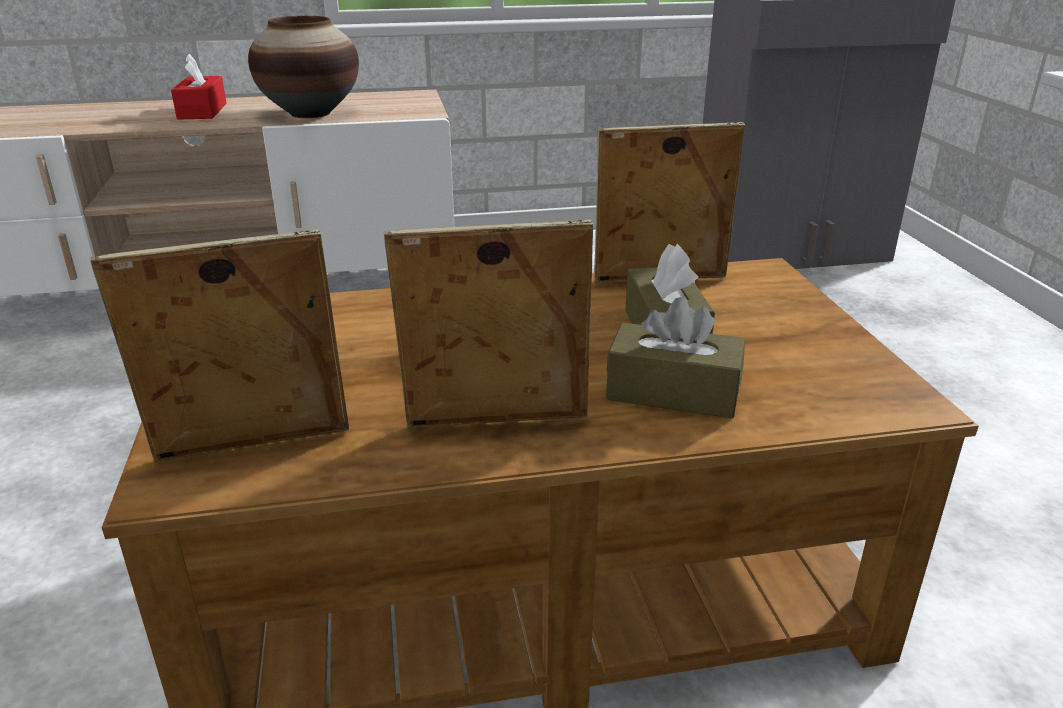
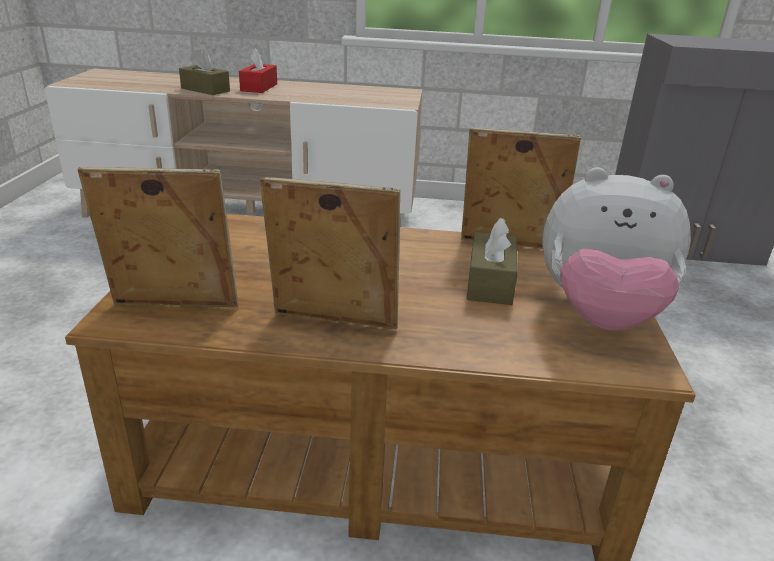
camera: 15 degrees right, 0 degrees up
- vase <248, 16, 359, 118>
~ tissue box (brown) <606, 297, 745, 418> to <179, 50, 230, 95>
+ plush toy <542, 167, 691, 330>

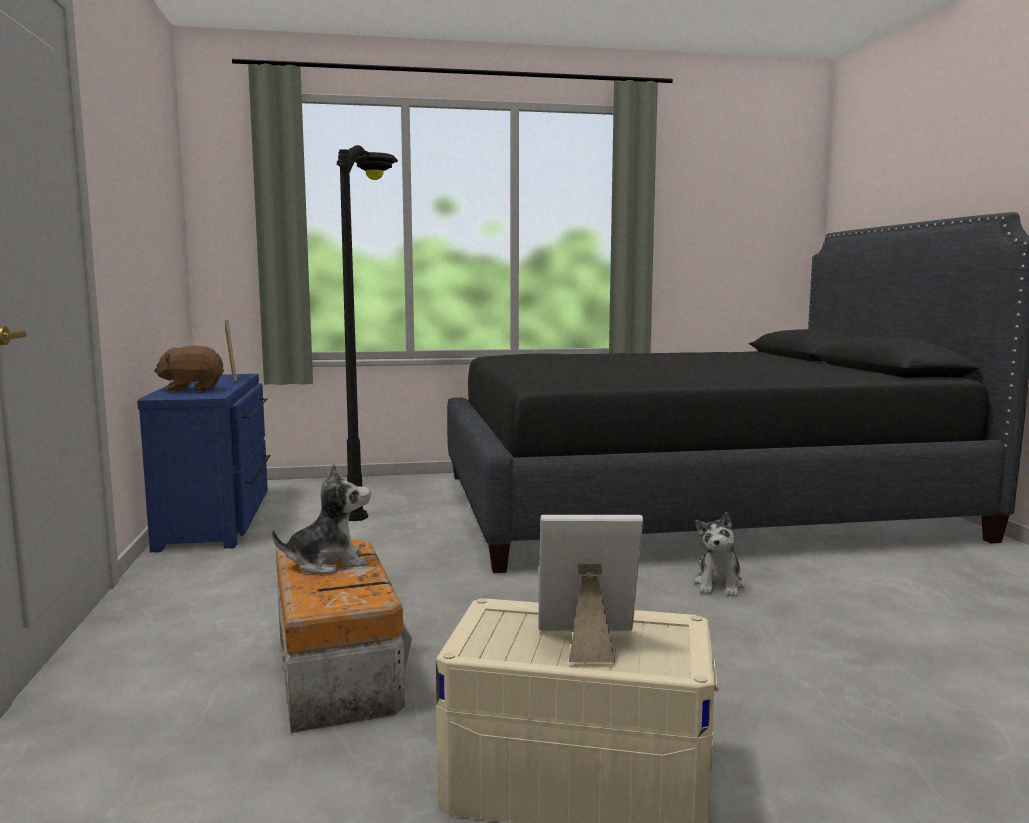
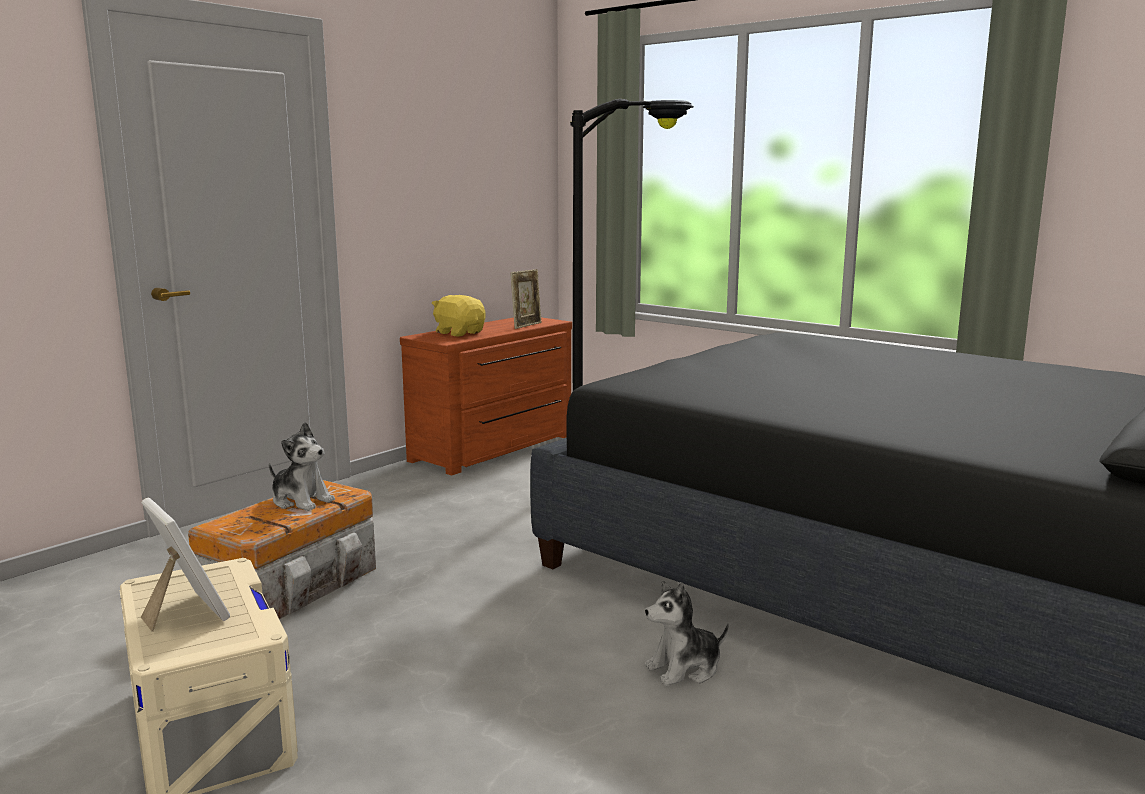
camera: 50 degrees right, 5 degrees up
~ dresser (blue) <137, 374, 270, 552> to dresser (brown) <400, 317, 572, 475>
~ plush toy (brown) <154, 346, 224, 392> to plush toy (yellow) <432, 295, 486, 336>

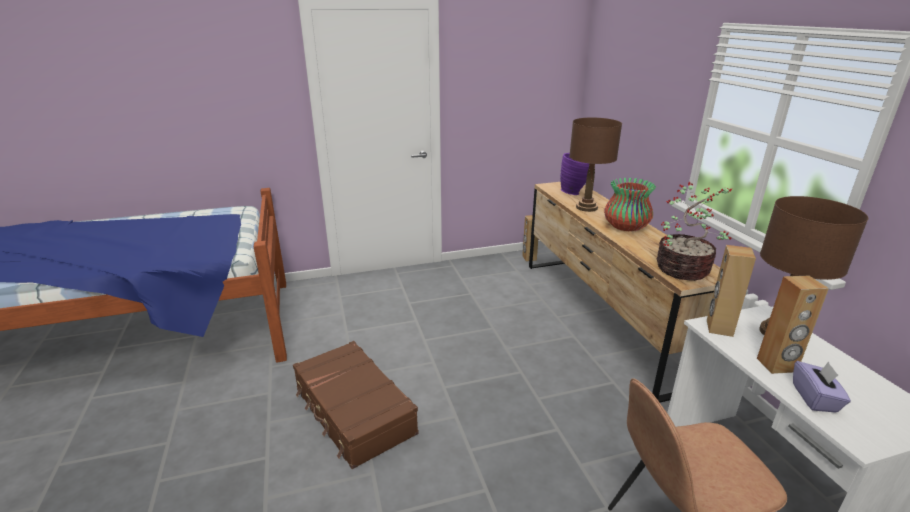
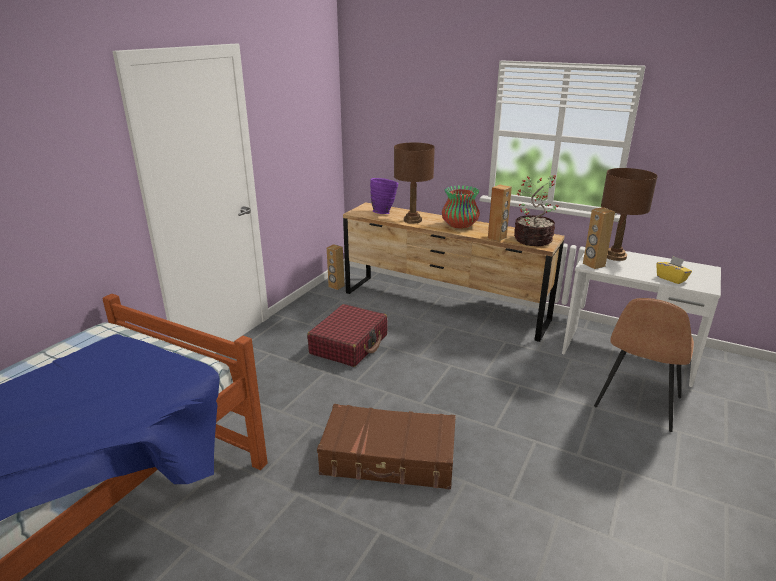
camera: 45 degrees left, 0 degrees up
~ speaker (brown) <757, 275, 829, 374> to <488, 184, 512, 241>
~ tissue box (purple) <793, 361, 851, 413> to tissue box (yellow) <657, 256, 692, 284>
+ suitcase (red) <307, 304, 387, 367>

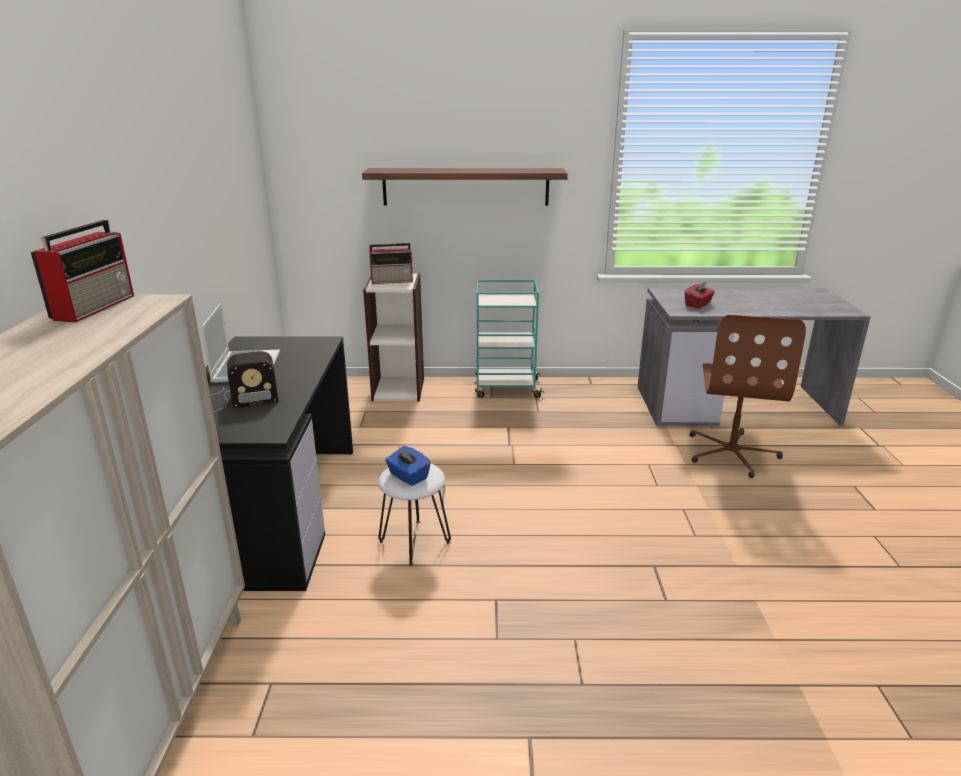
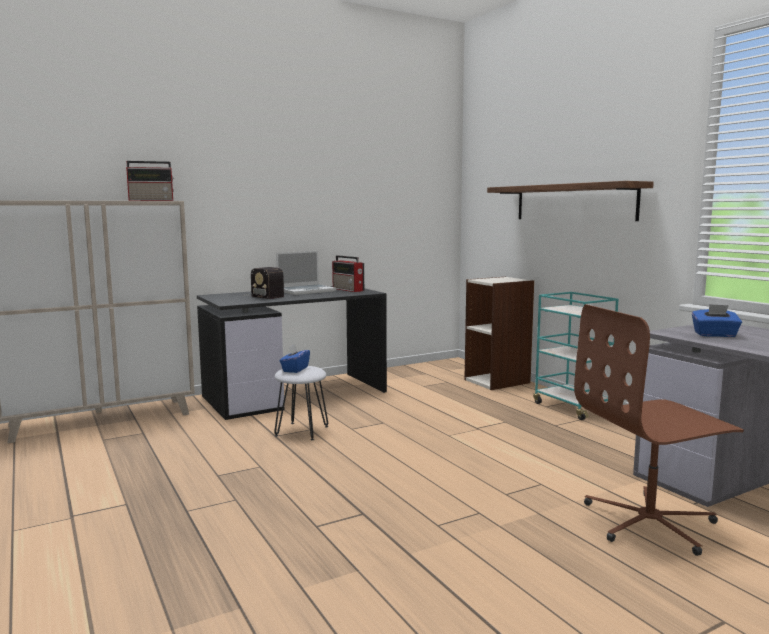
camera: 60 degrees right, 15 degrees down
~ radio <369, 243, 414, 284> to <332, 255, 364, 292>
~ tissue box (red) <685, 281, 715, 308> to tissue box (blue) <692, 304, 742, 337>

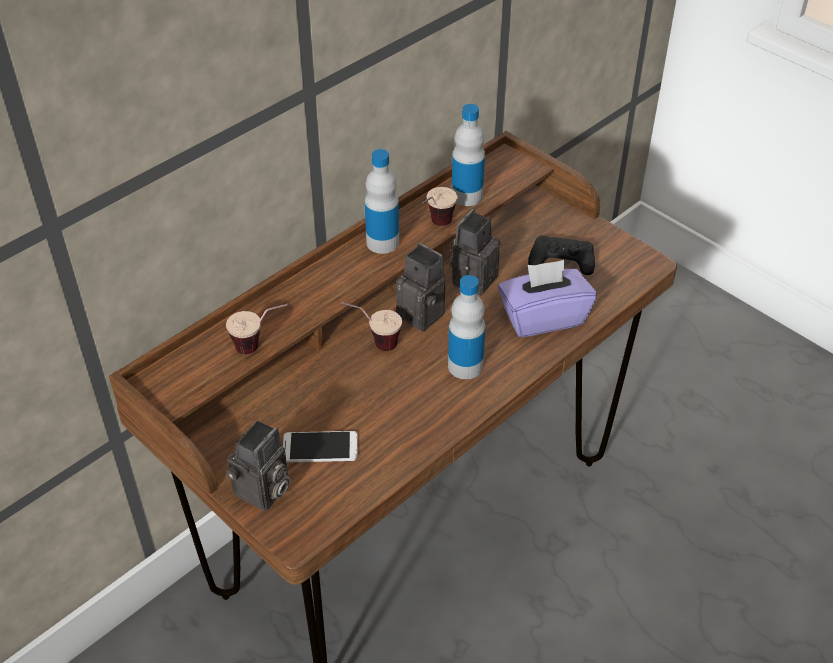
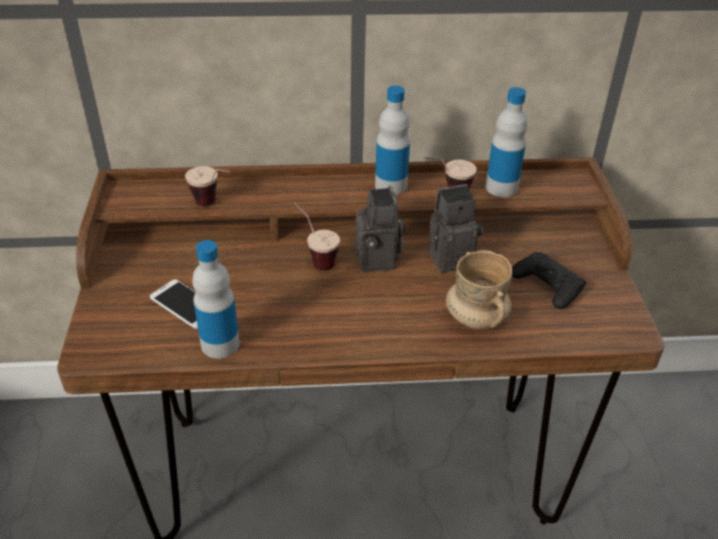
camera: 40 degrees right, 5 degrees down
- photo camera <226, 420, 290, 511>
~ bottle <448, 275, 485, 379> to <192, 240, 240, 359>
~ tissue box (purple) <498, 260, 597, 337> to mug (beige) <446, 250, 512, 329>

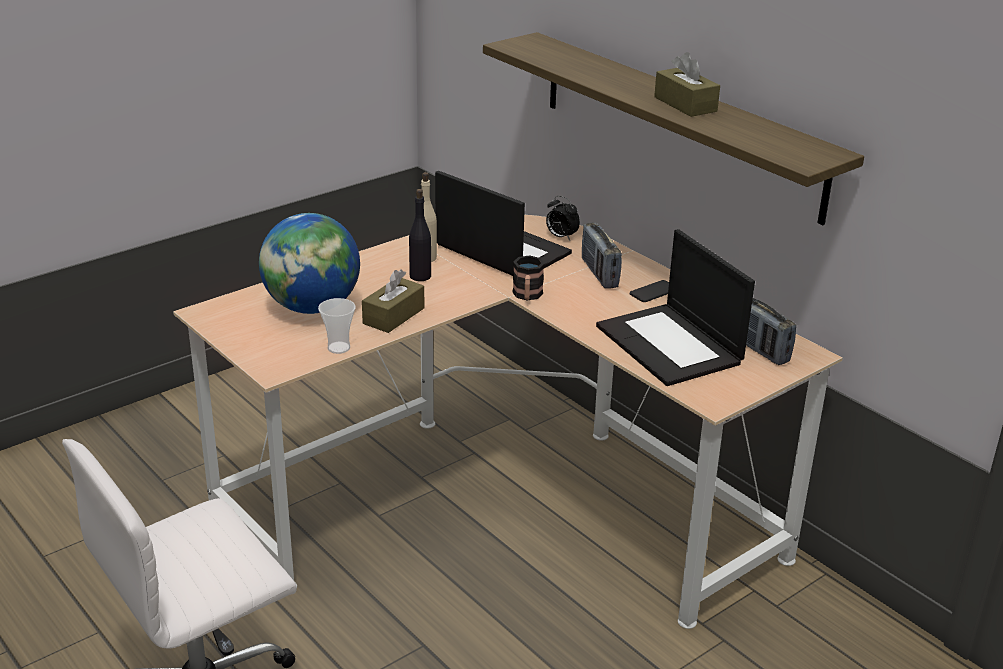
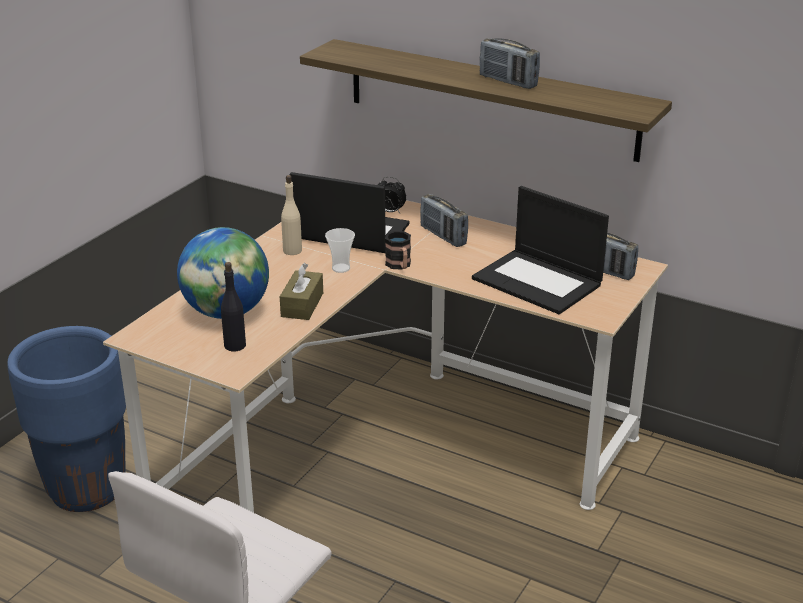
camera: 20 degrees left, 0 degrees up
~ cup <318, 298, 356, 354> to <325, 228, 355, 273>
~ bottle (black) <409, 189, 431, 281> to <221, 262, 246, 352>
- phone <630, 280, 669, 302>
~ tissue box (brown) <654, 52, 720, 117> to radio <480, 38, 540, 89>
+ planter (blue) <8, 326, 126, 512>

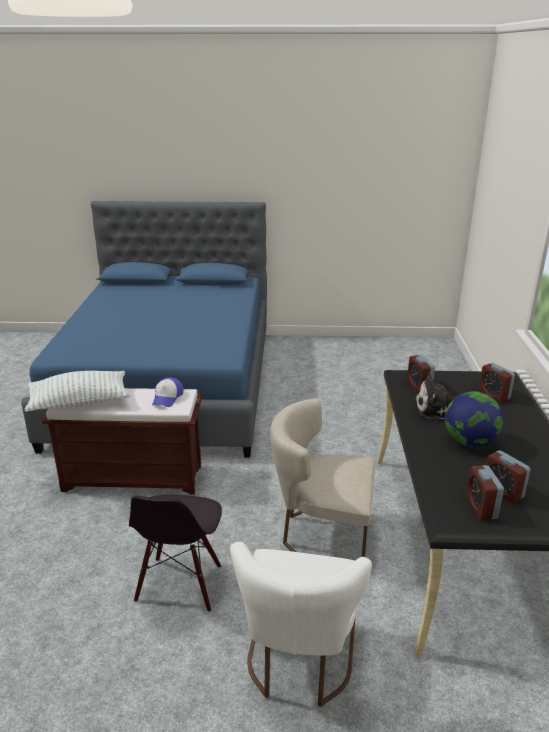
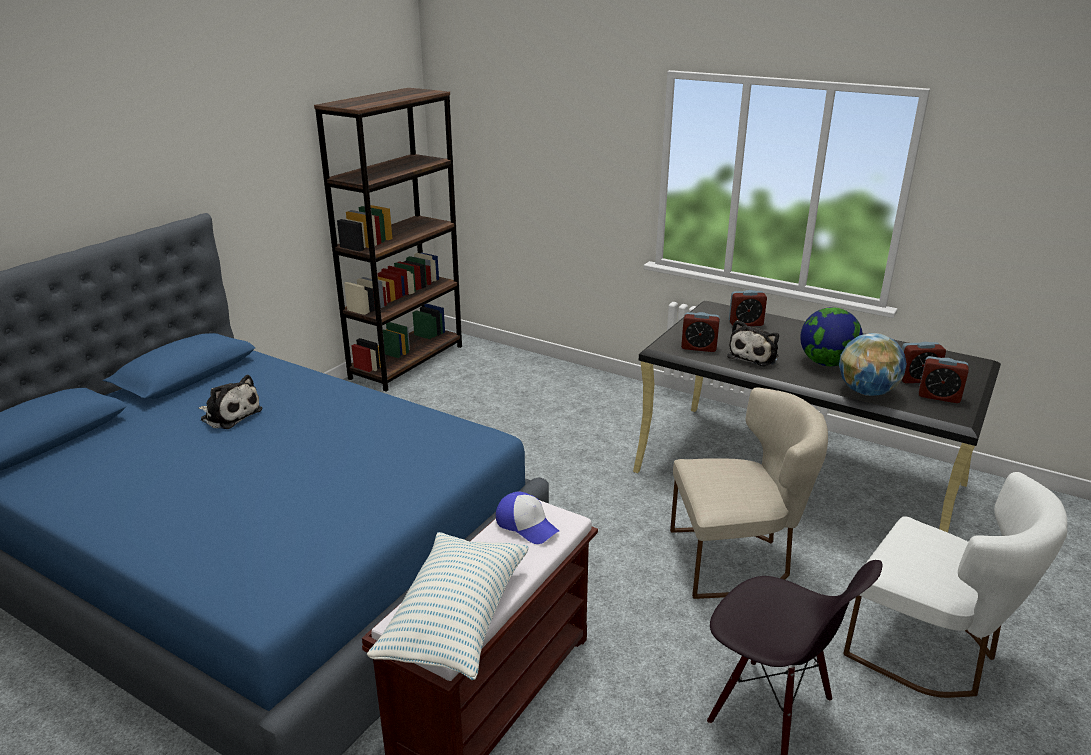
camera: 60 degrees left, 0 degrees up
~ chair (beige) <270, 398, 375, 557> = <670, 387, 828, 599> 135 degrees counterclockwise
+ plush toy <199, 375, 262, 429>
+ bookcase (brown) <314, 88, 462, 391>
+ globe <839, 333, 907, 396>

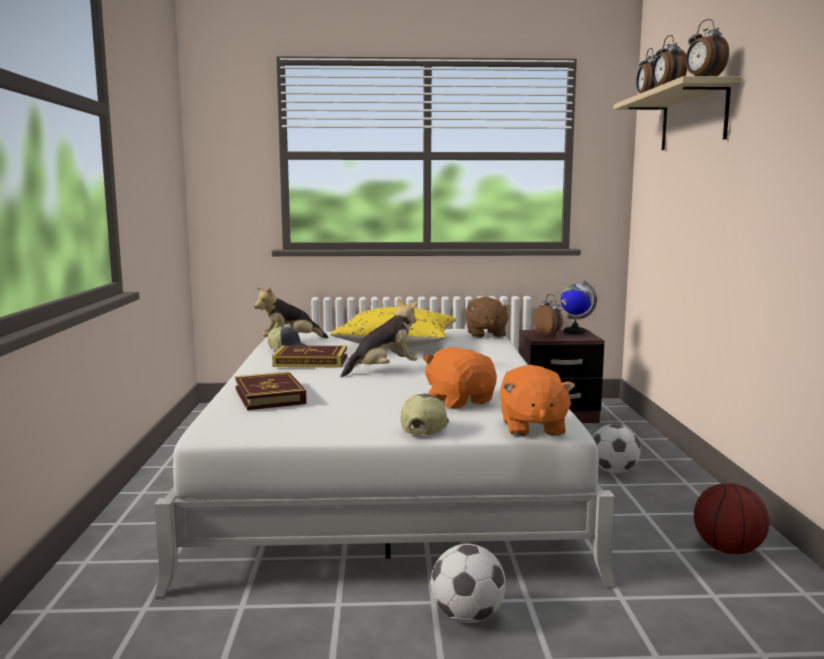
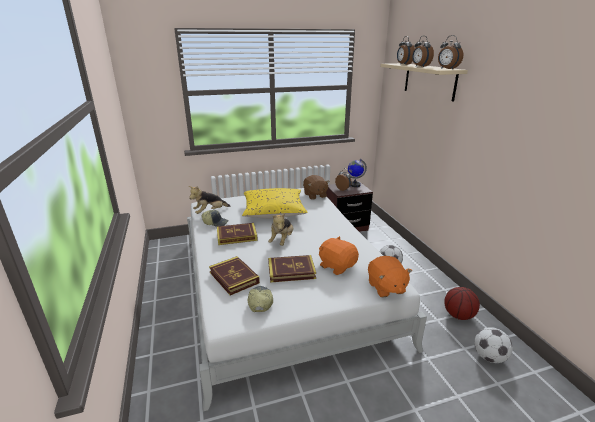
camera: 15 degrees left, 15 degrees up
~ plush toy <341, 298, 418, 377> = <268, 213, 293, 246> 150 degrees clockwise
~ cap <400, 394, 449, 435> to <248, 286, 273, 312>
~ football <431, 544, 506, 623> to <474, 327, 513, 363>
+ book <268, 255, 316, 283>

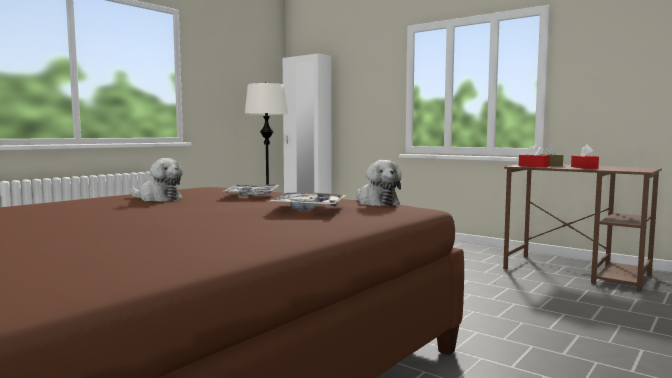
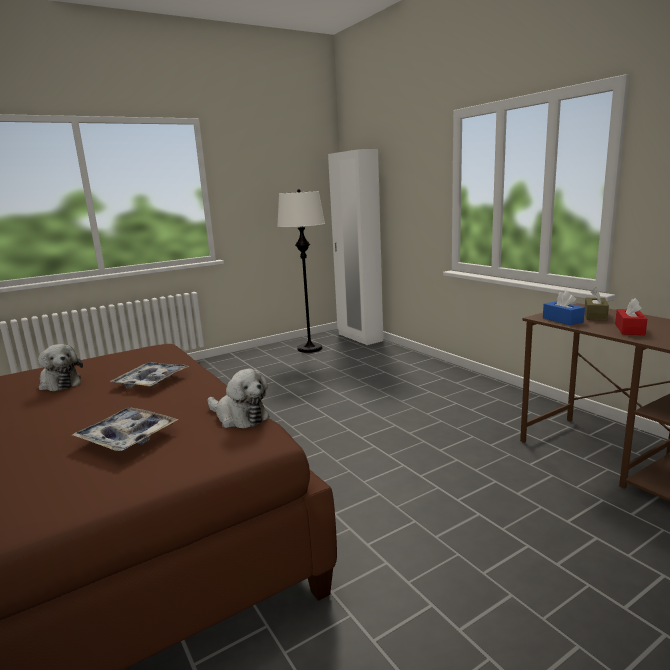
camera: 20 degrees right, 10 degrees up
~ plush toy <356, 160, 401, 206> = <208, 368, 269, 428> 45 degrees counterclockwise
~ tissue box (red) <519, 144, 550, 167> to tissue box (blue) <543, 291, 585, 325>

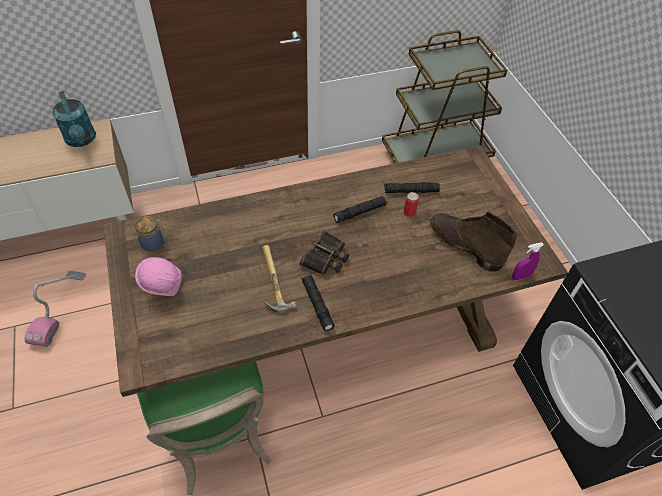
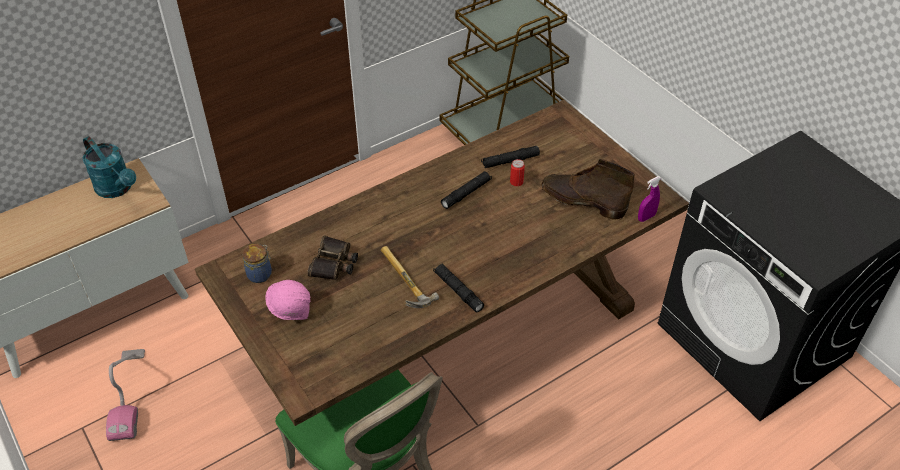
camera: 15 degrees left, 5 degrees down
~ binoculars <299, 230, 349, 275> to <307, 235, 358, 280>

